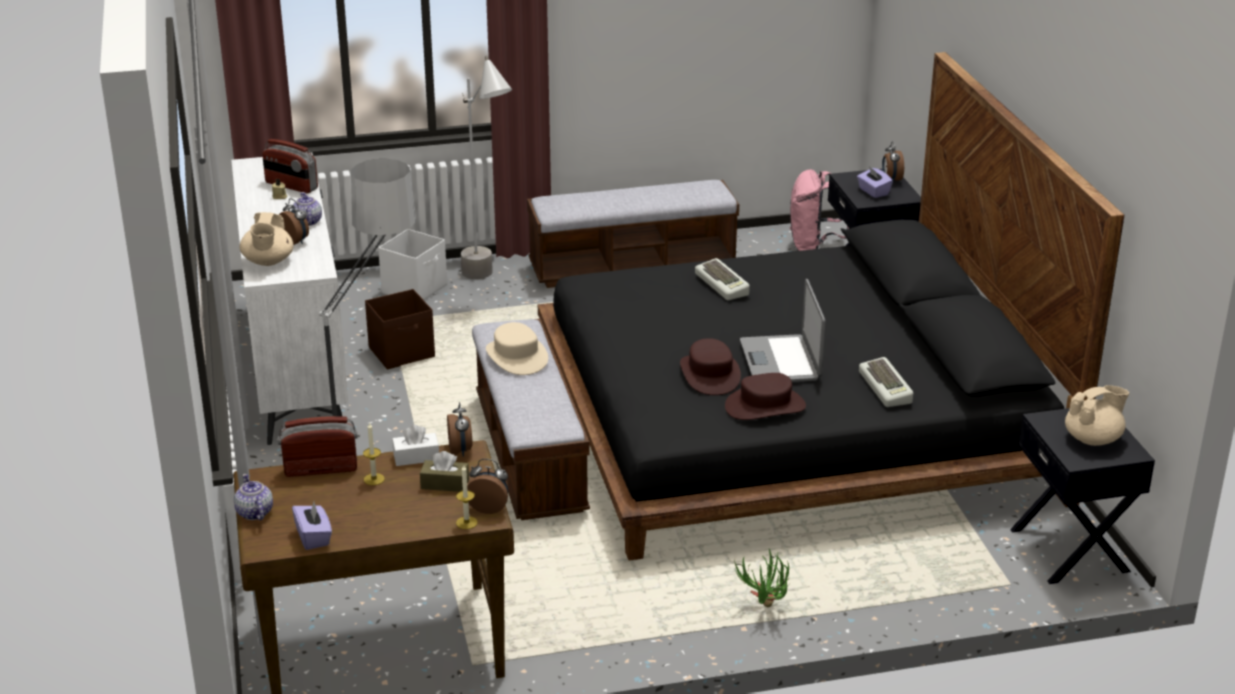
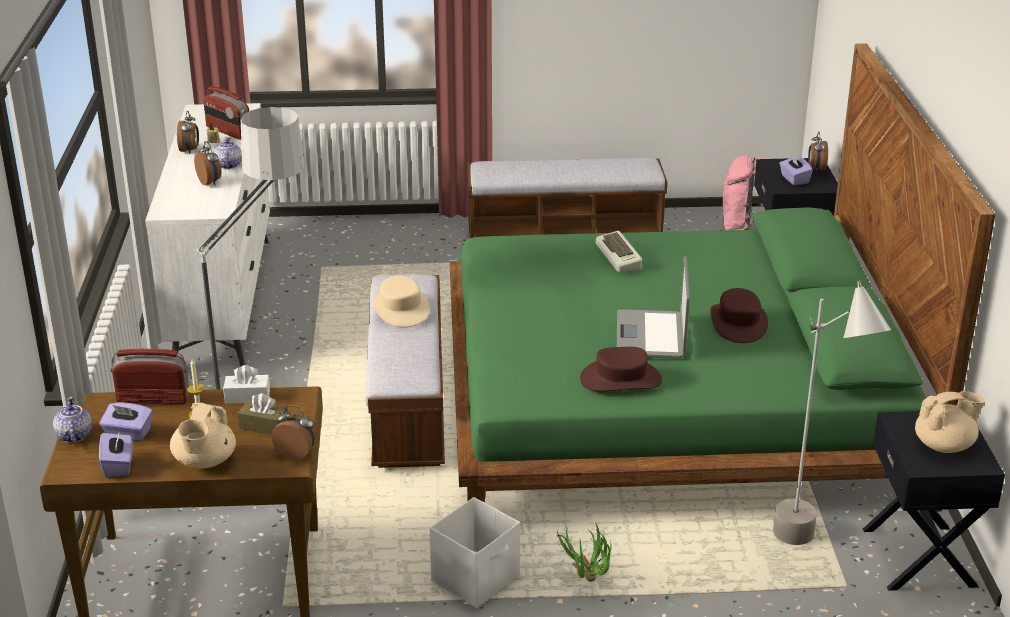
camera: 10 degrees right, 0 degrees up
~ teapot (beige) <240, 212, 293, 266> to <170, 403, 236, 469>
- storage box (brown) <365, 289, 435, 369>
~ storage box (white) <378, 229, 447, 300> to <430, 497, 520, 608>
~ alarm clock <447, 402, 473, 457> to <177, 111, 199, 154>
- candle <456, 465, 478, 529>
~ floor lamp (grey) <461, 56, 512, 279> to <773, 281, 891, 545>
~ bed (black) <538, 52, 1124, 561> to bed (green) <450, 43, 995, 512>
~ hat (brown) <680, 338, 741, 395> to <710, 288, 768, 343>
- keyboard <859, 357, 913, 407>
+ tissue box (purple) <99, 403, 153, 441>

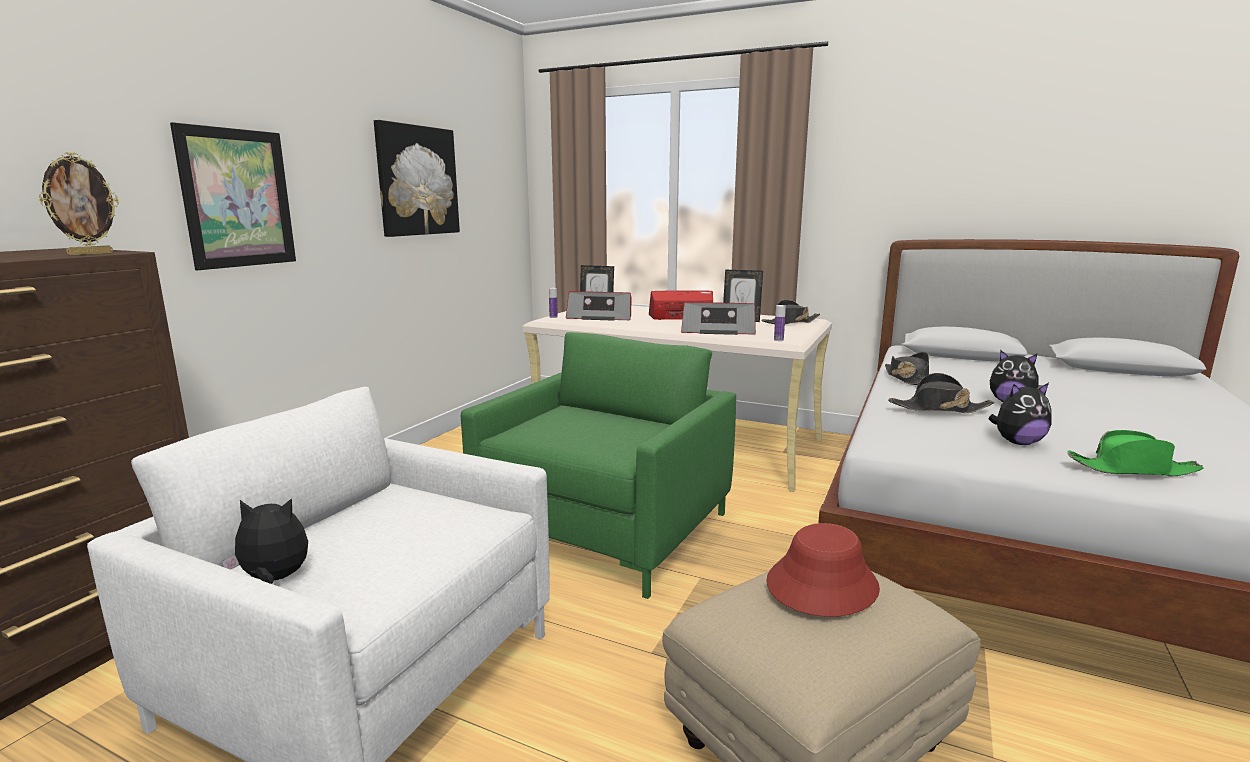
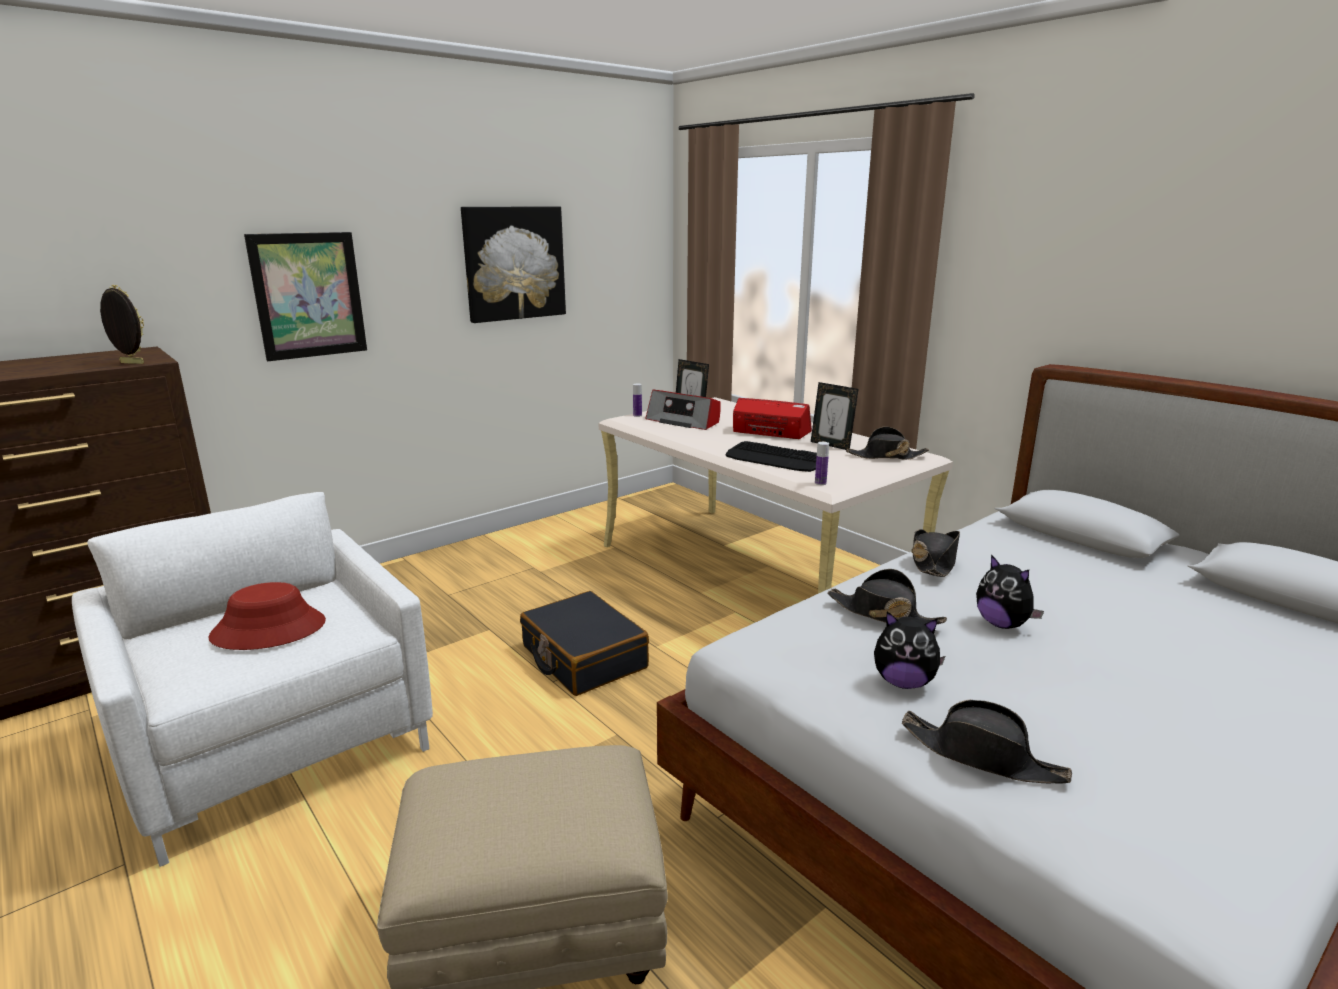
camera: 25 degrees right, 5 degrees up
~ picture frame <39, 152, 119, 255> = <100, 285, 144, 364> 135 degrees counterclockwise
- plush toy <222, 498, 308, 584>
~ armchair (green) <461, 332, 736, 599> to suitcase (black) <520, 591, 649, 696>
~ radio <681, 302, 756, 335> to keyboard <725, 441, 817, 472>
~ hat (red) <766, 523, 880, 617> to <208, 582, 326, 650>
~ hat (green) <1068, 430, 1204, 476> to hat (black) <902, 700, 1072, 784>

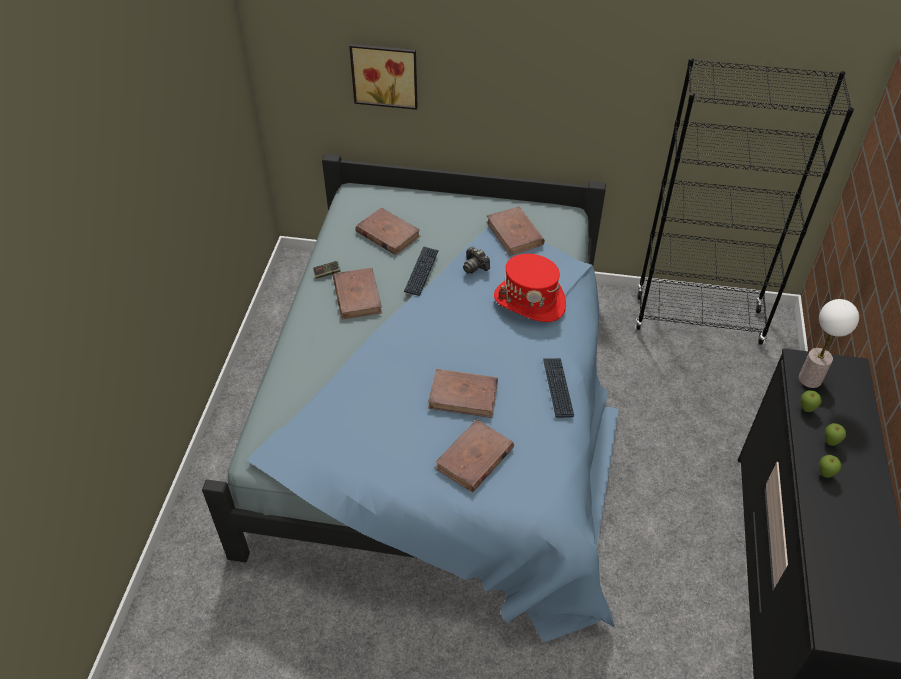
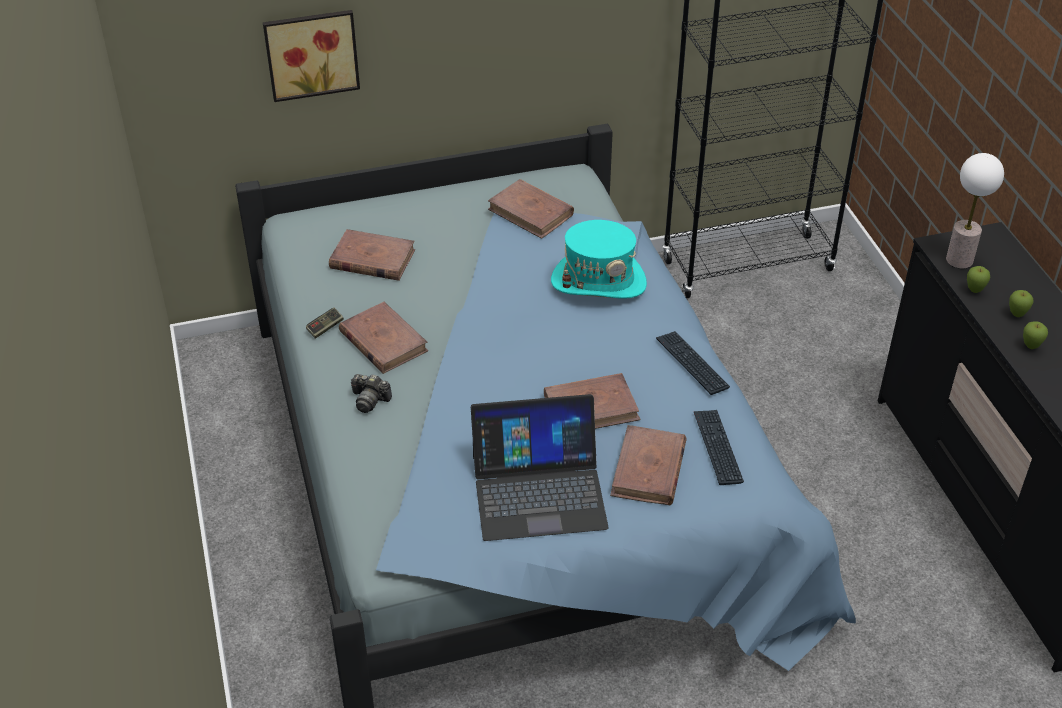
camera: 25 degrees left, 5 degrees down
~ keyboard <404, 246, 439, 296> to <694, 410, 744, 485>
~ photo camera <463, 247, 490, 274> to <351, 374, 392, 413>
~ hat (red) <494, 254, 566, 322> to hat (turquoise) <551, 220, 647, 299>
+ laptop <471, 394, 609, 541>

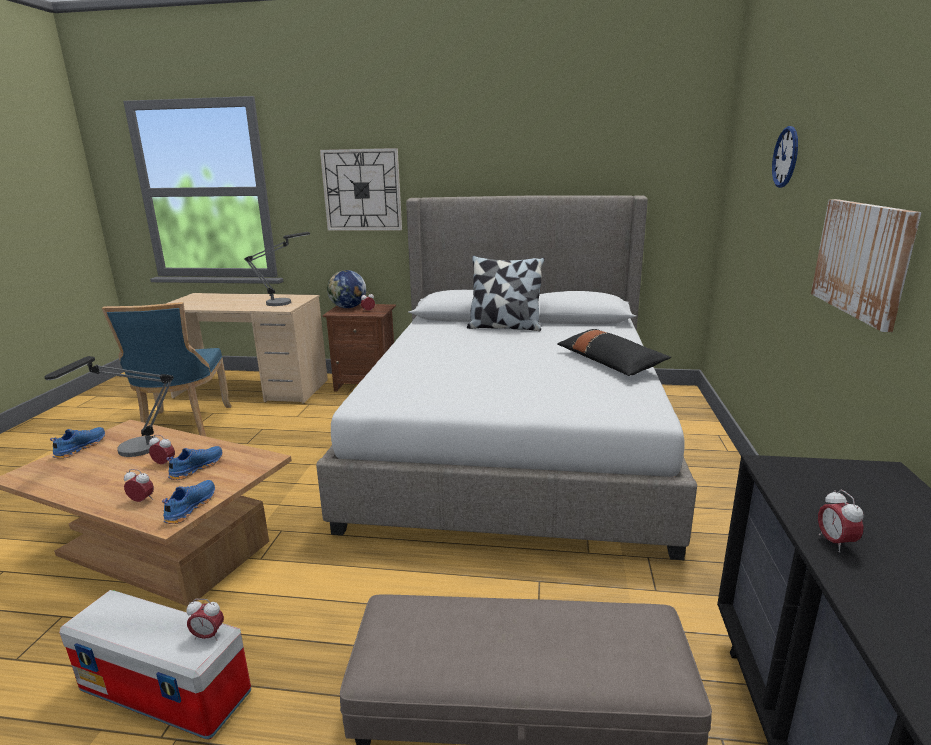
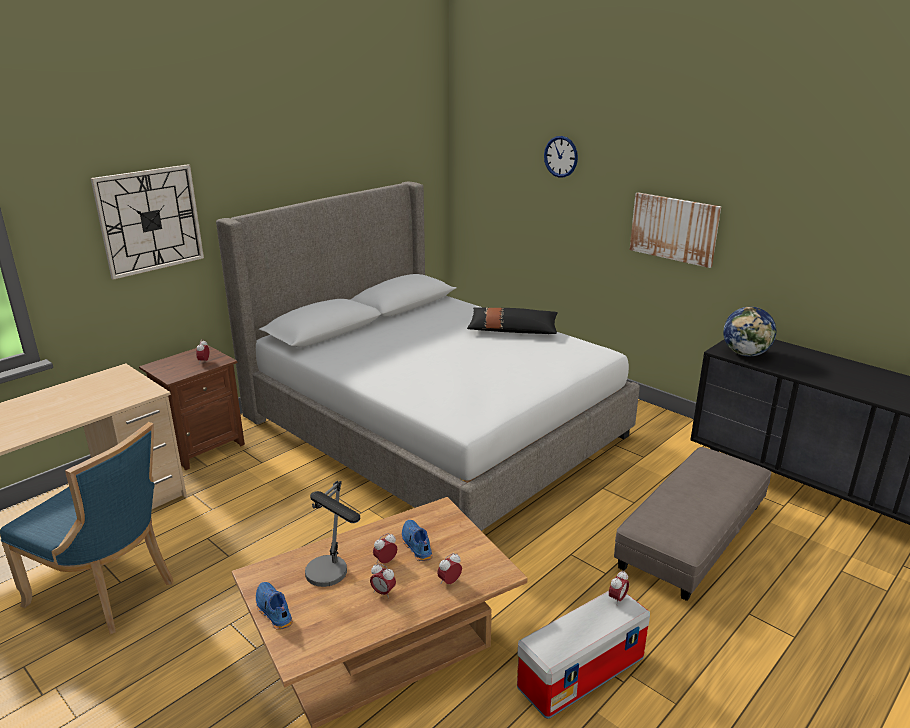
camera: 55 degrees left, 5 degrees up
- shoe (blue) <162, 480, 215, 524>
- table lamp <244, 232, 310, 306>
~ globe <327, 270, 366, 308> to <723, 307, 776, 356>
- pillow <467, 255, 545, 331>
~ alarm clock <818, 490, 864, 553> to <370, 563, 396, 598>

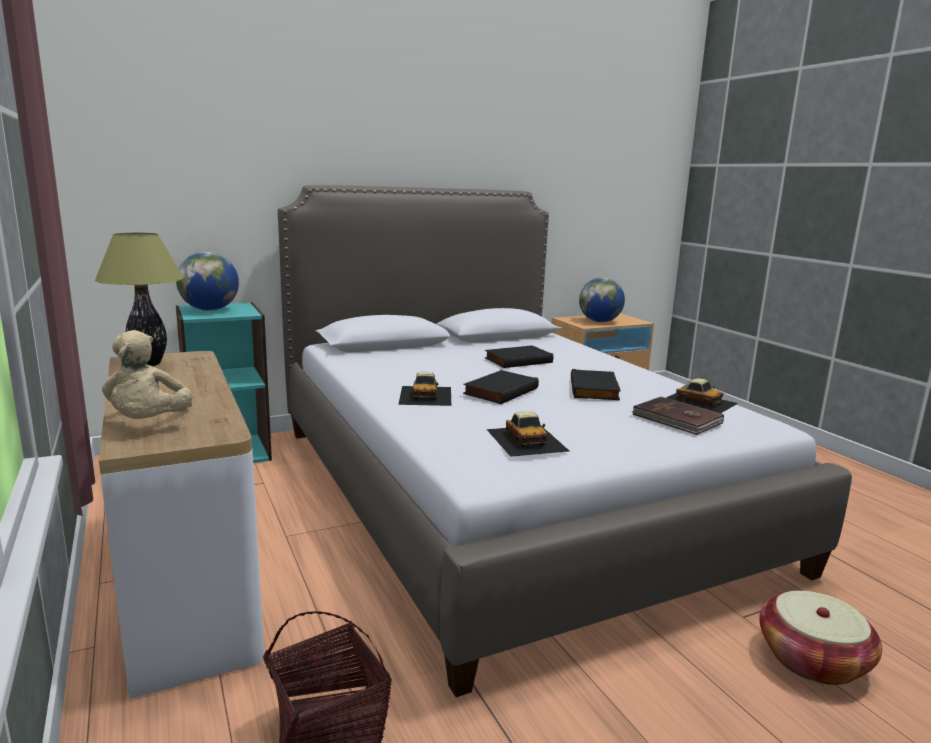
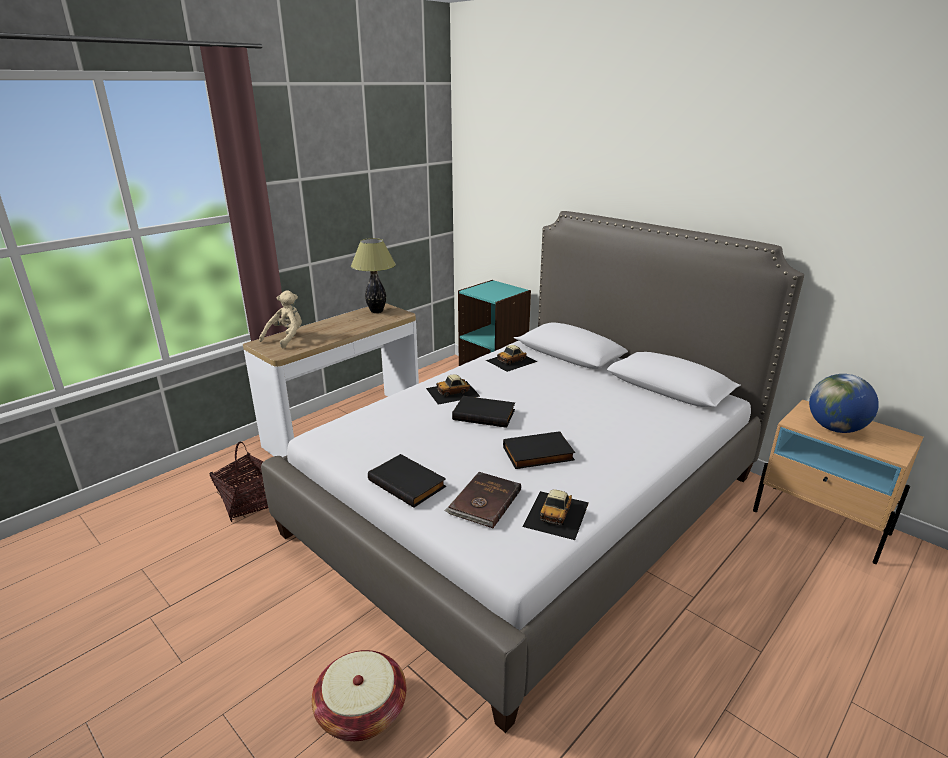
camera: 70 degrees right, 10 degrees up
~ plush toy (beige) <102, 330, 192, 419> = <259, 290, 302, 348> 150 degrees clockwise
- globe <176, 252, 239, 311>
~ book (black) <485, 345, 553, 368> to <368, 454, 446, 508>
~ toy car <486, 411, 569, 457> to <486, 345, 538, 372>

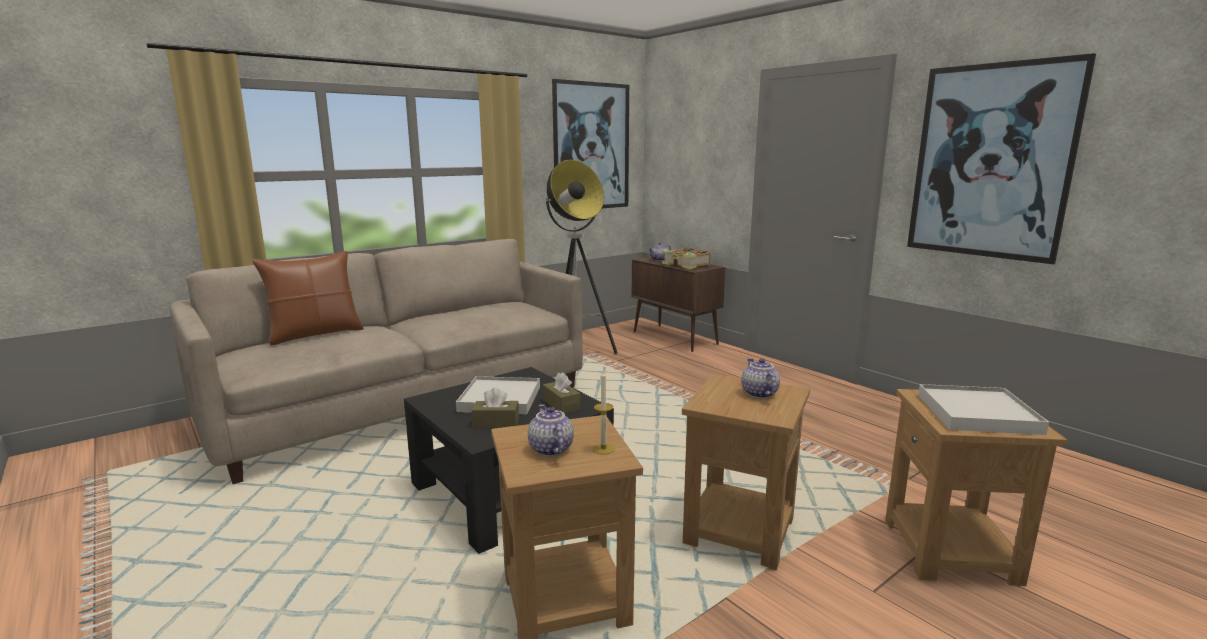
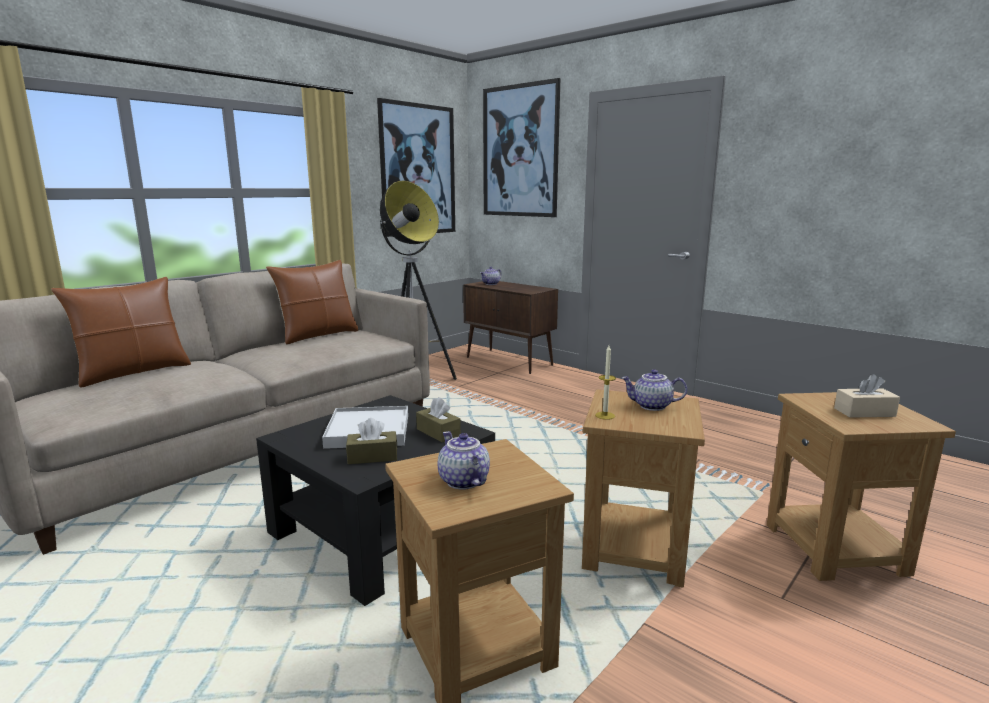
camera: 10 degrees left, 0 degrees up
~ candle <592, 370, 615, 454> to <595, 345, 616, 420>
- book <662, 247, 711, 269>
~ teapot <741, 358, 780, 398> = <622, 370, 687, 411> 60 degrees counterclockwise
~ picture <907, 53, 1096, 264> to <483, 78, 560, 217>
~ tray (white) <918, 384, 1049, 435> to tissue box (beige) <834, 374, 900, 418>
+ pillow (brown) <266, 260, 358, 344>

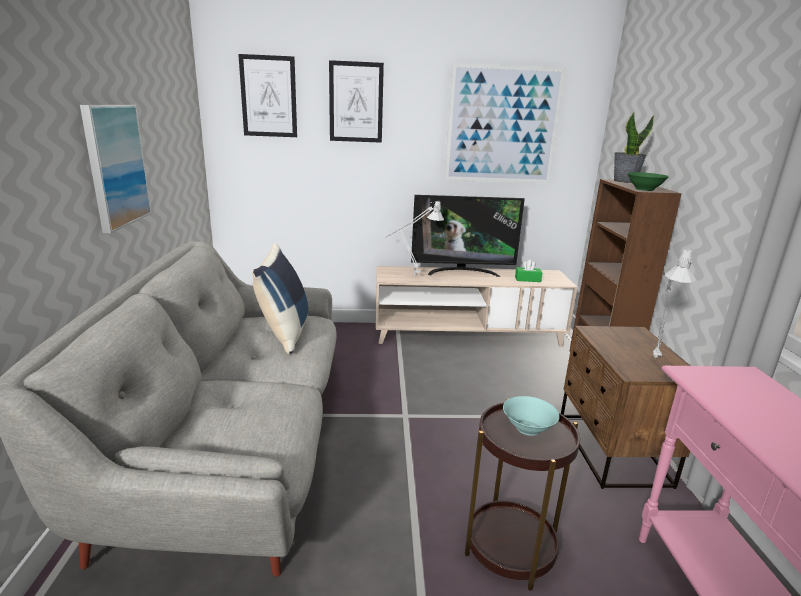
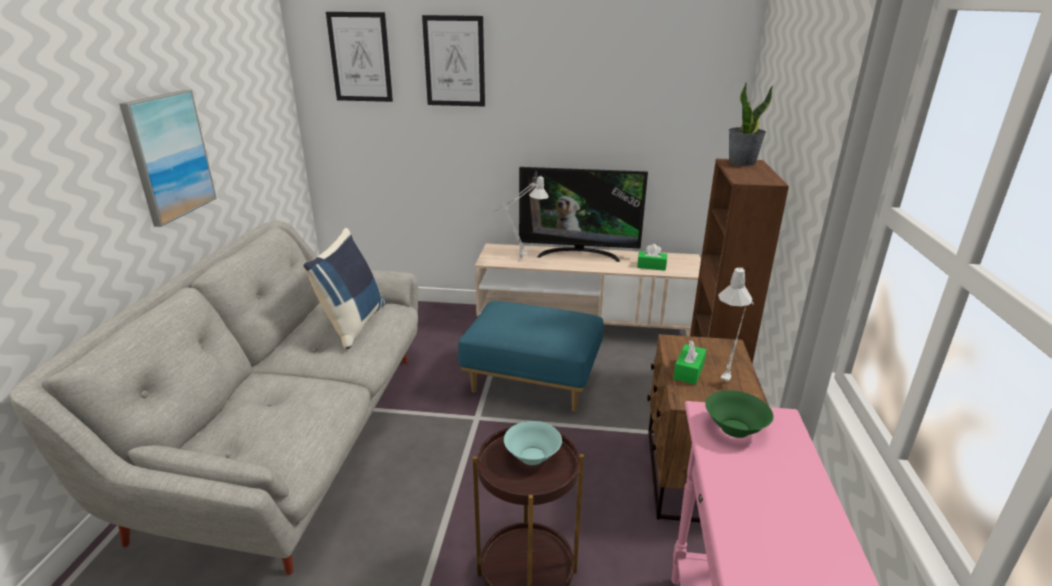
camera: 10 degrees right, 5 degrees up
- picture <445, 63, 566, 183>
~ bowl (green) <627, 172, 669, 191> to <705, 390, 774, 438>
+ ottoman (blue) <458, 301, 604, 412>
+ tissue box (green) <673, 340, 706, 385>

